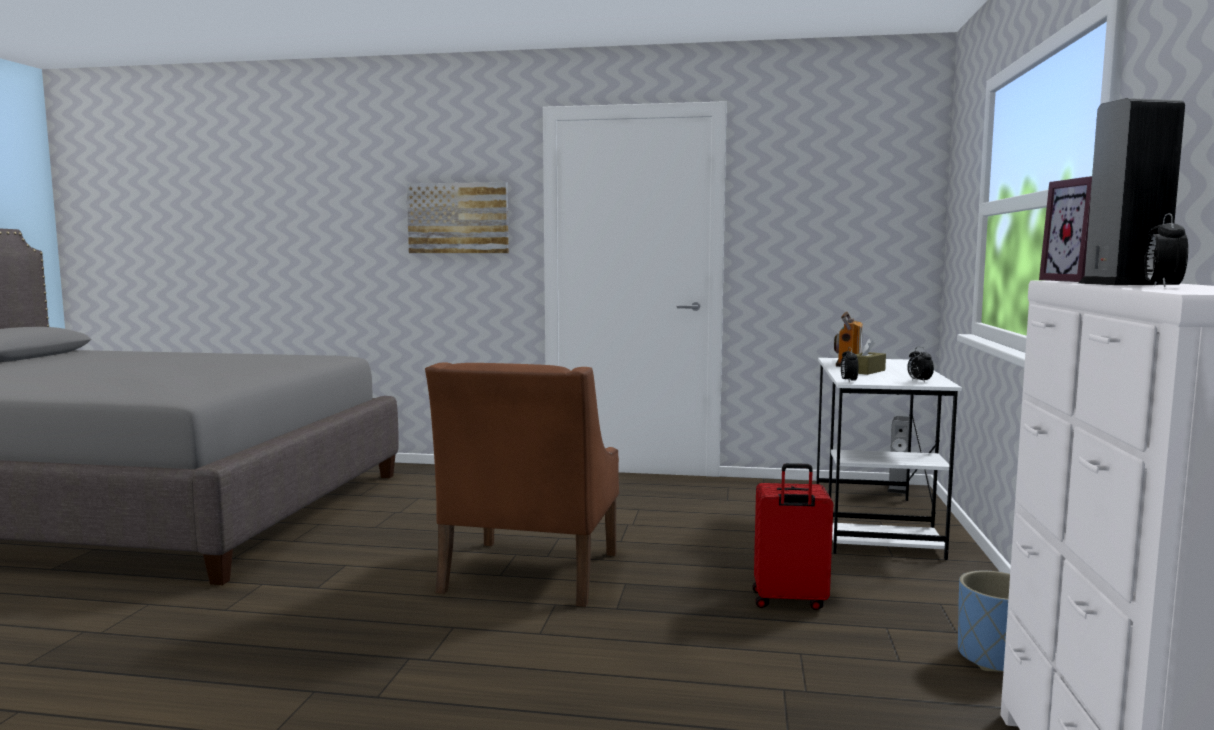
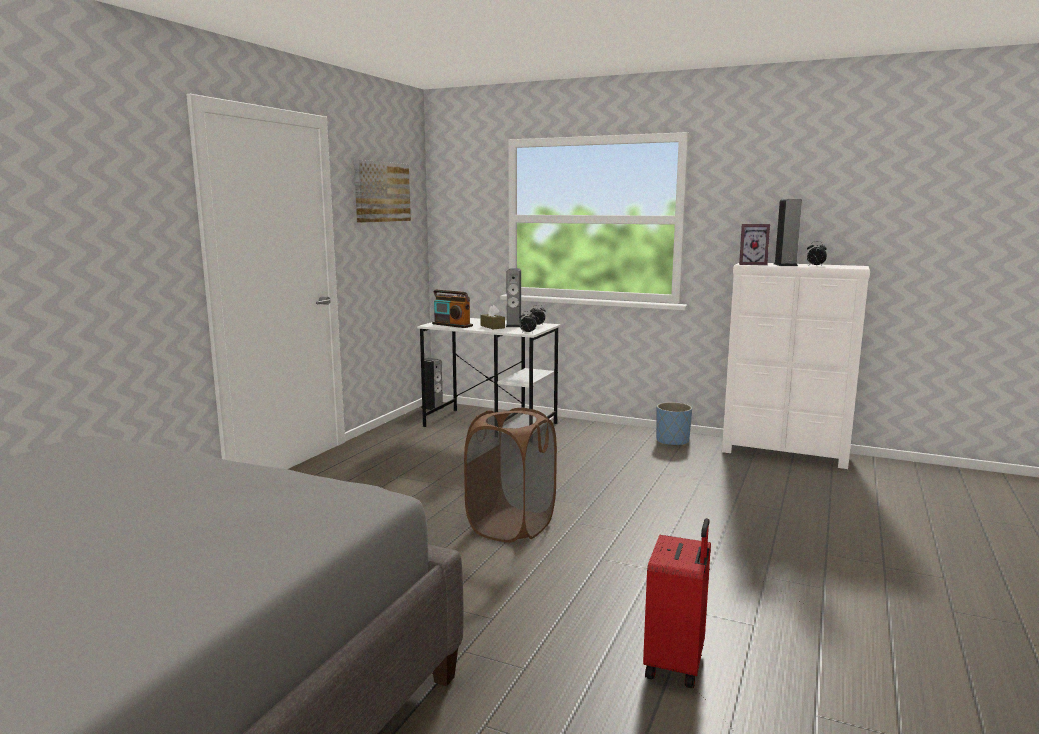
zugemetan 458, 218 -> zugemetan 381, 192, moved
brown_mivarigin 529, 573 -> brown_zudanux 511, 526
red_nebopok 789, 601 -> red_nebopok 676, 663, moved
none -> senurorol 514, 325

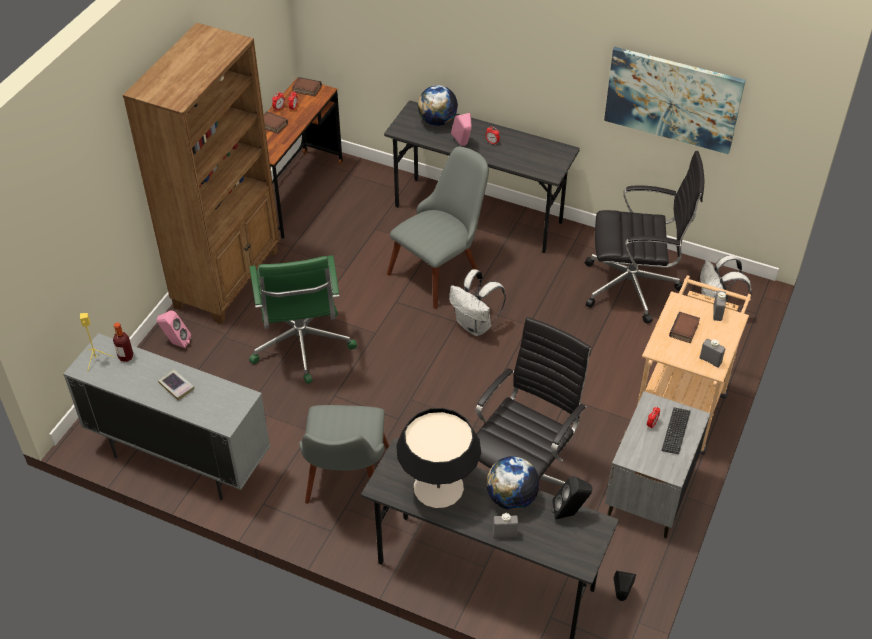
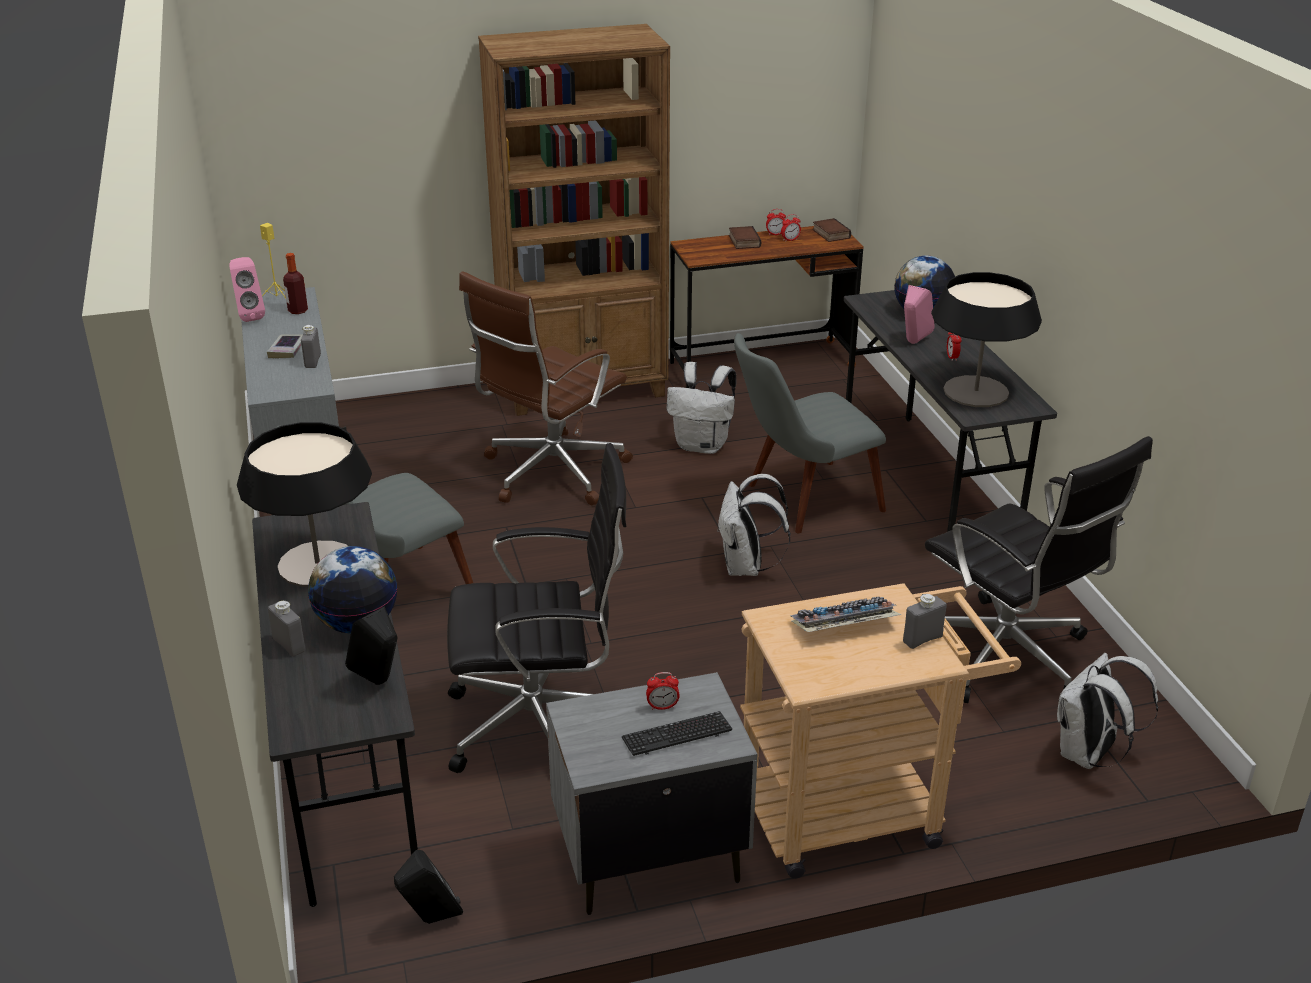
zugemetan 672, 99 -> none
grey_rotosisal 441, 268 -> grey_rotosisal 800, 501, 150 degrees clockwise
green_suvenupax 301, 346 -> brown_suvenupax 550, 473
pink_senurorol 176, 343 -> pink_senurorol 249, 316, moved
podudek 685, 330 -> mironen 843, 626
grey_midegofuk 710, 360 -> grey_midegofuk 313, 361, moved
none -> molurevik 975, 391
none -> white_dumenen 703, 445

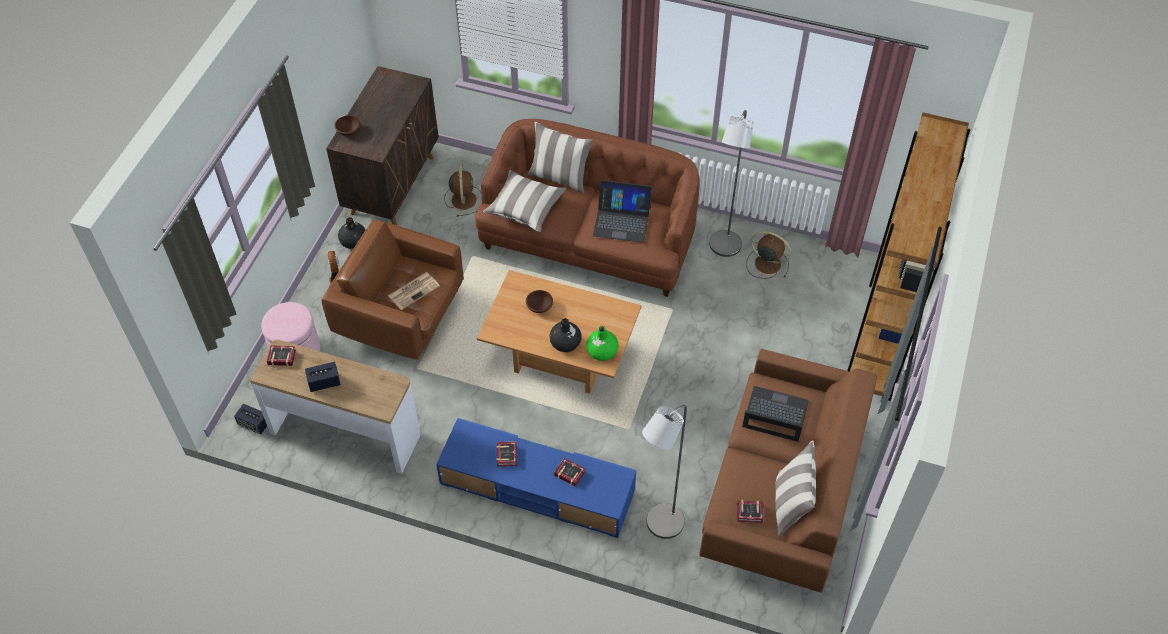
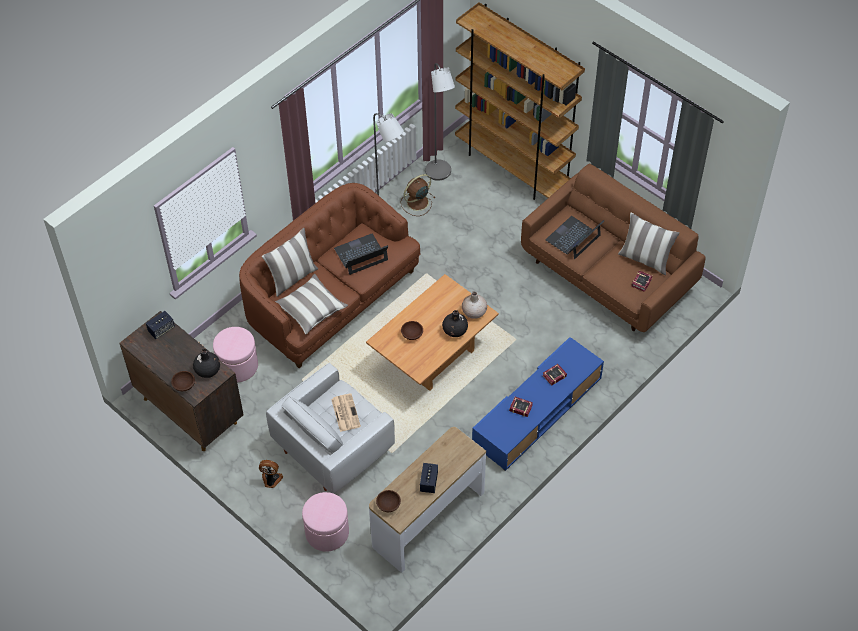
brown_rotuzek 464, 199 -> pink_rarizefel 238, 366
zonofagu 622, 221 -> zonofagu 361, 255, 150 degrees counterclockwise
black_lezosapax 354, 242 -> black_lezosapax 208, 370, moved
brown_mivarigin 402, 316 -> white_mivarigin 334, 447
green_lezosapax 601, 352 -> beige_lezosapax 474, 312
podudek 280, 356 -> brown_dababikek 388, 505
senurorol 254, 424 -> senurorol 161, 330, moved
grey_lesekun 659, 526 -> grey_lesekun 440, 174, moved

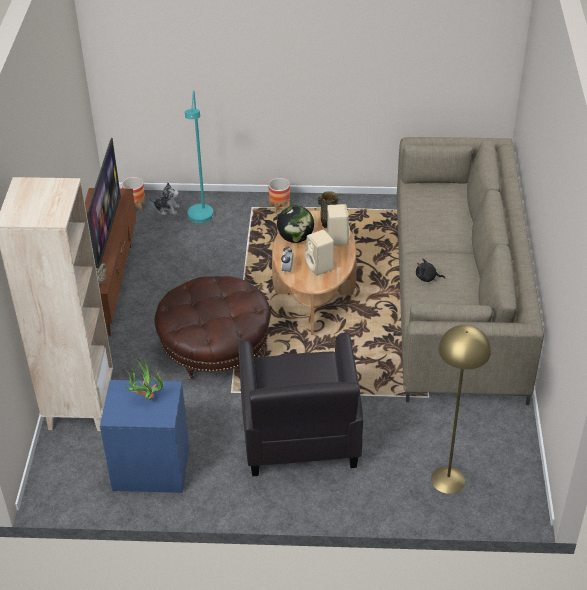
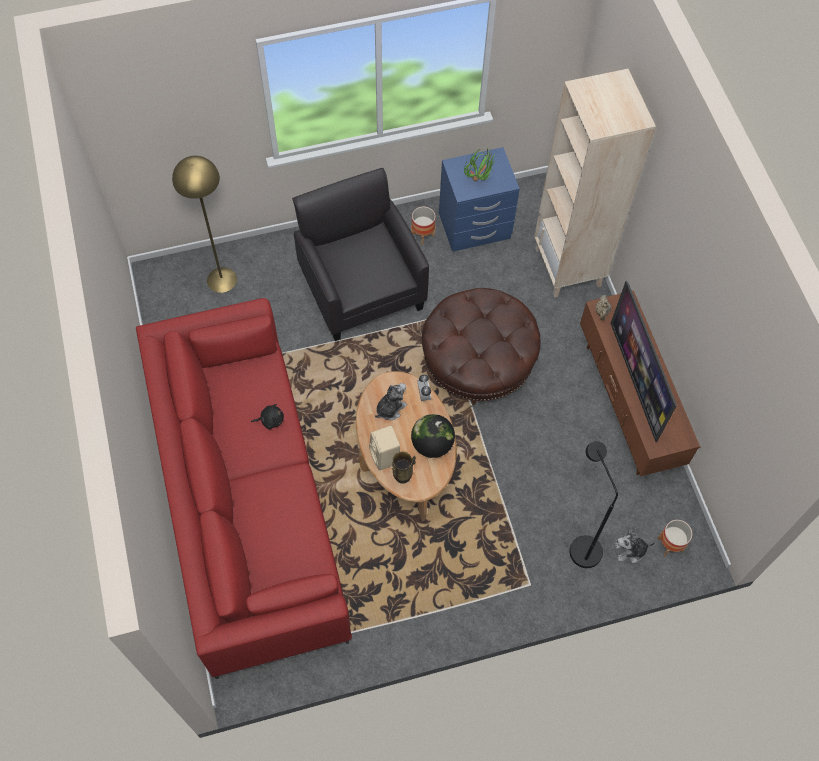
turquoise_lesekun 201, 220 -> black_lesekun 580, 544
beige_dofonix 457, 296 -> red_dofonix 248, 501
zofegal 279, 207 -> zofegal 422, 235, moved
beige_senurorol 320, 267 -> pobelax 390, 408

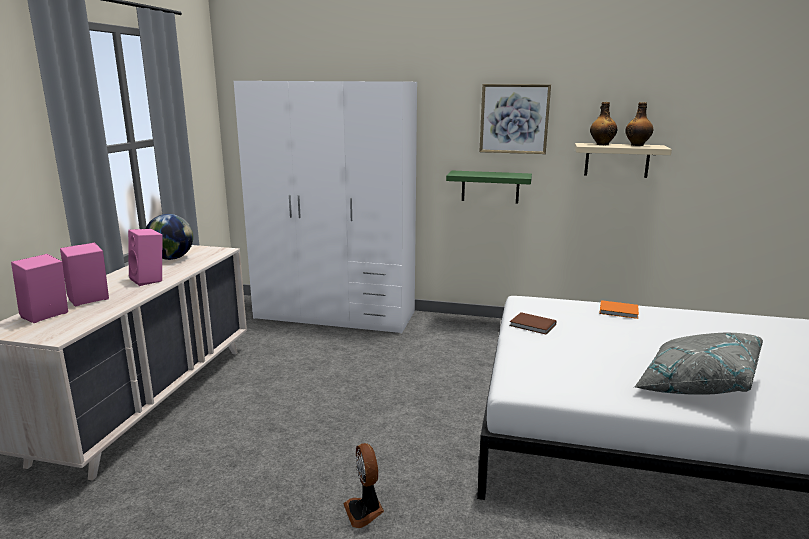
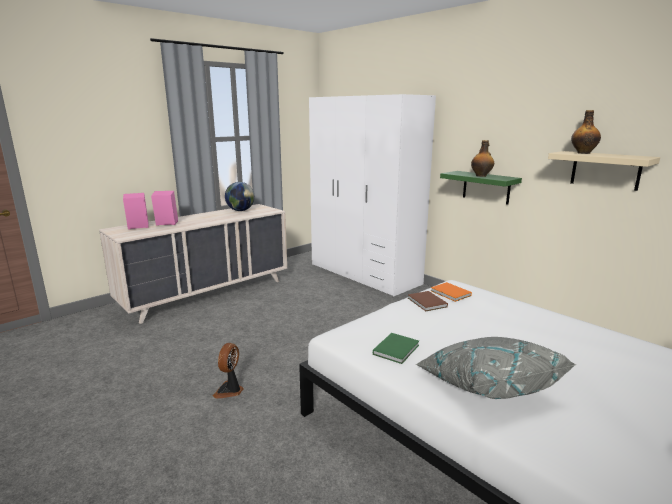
zugemetan 514, 119 -> none
midegofuk 637, 145 -> midegofuk 481, 176, moved
pink_senurorol 150, 280 -> none
orange_podudek 619, 311 -> orange_podudek 451, 293, moved
none -> green_podudek 397, 349

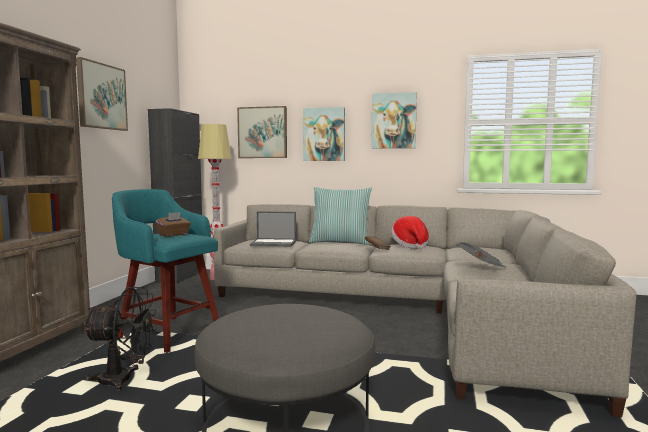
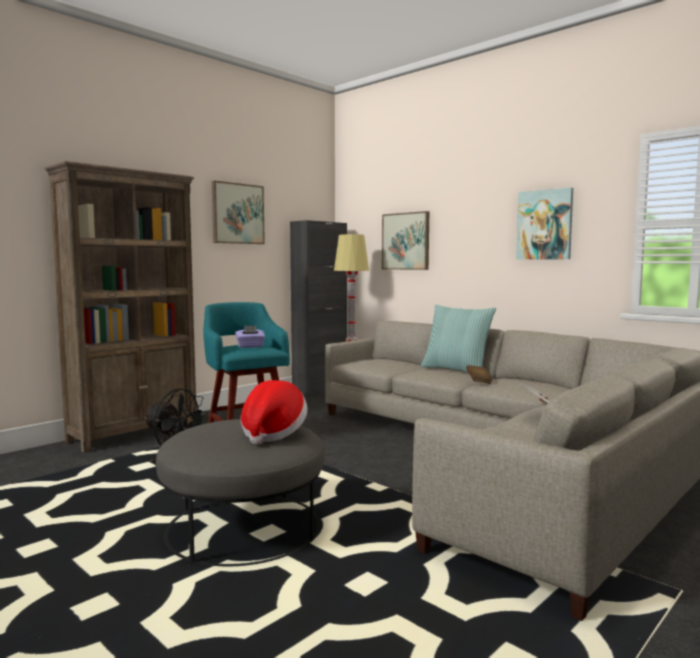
zugemetan 324, 134 -> none
zonofagu 274, 243 -> none
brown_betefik 174, 235 -> purple_betefik 250, 346
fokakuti 410, 246 -> fokakuti 272, 433, moved

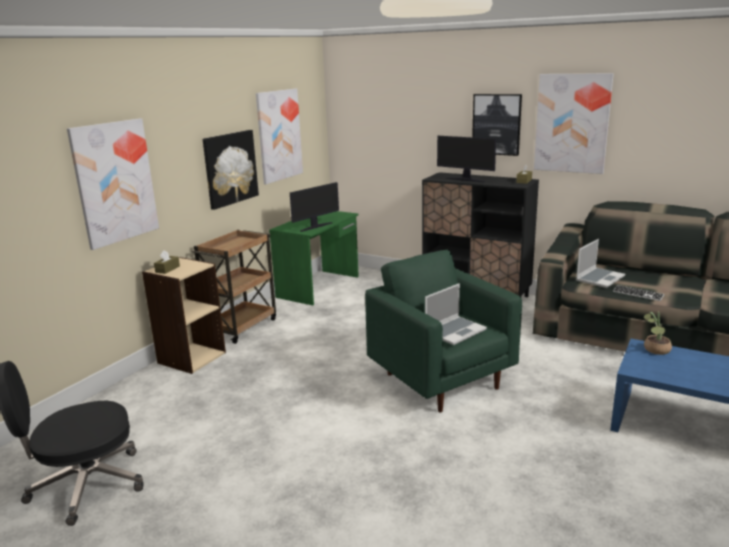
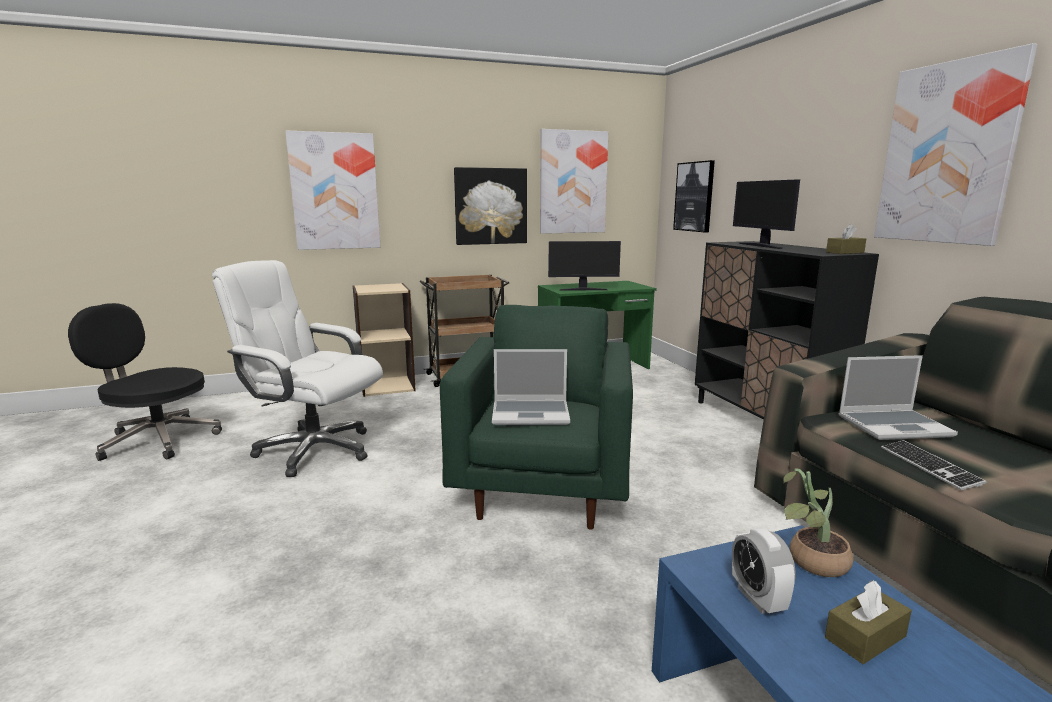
zugemetan 496, 124 -> zugemetan 694, 196, moved
brown_betefik 167, 269 -> brown_betefik 865, 637, moved
none -> white_suvenupax 314, 450
none -> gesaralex 758, 598

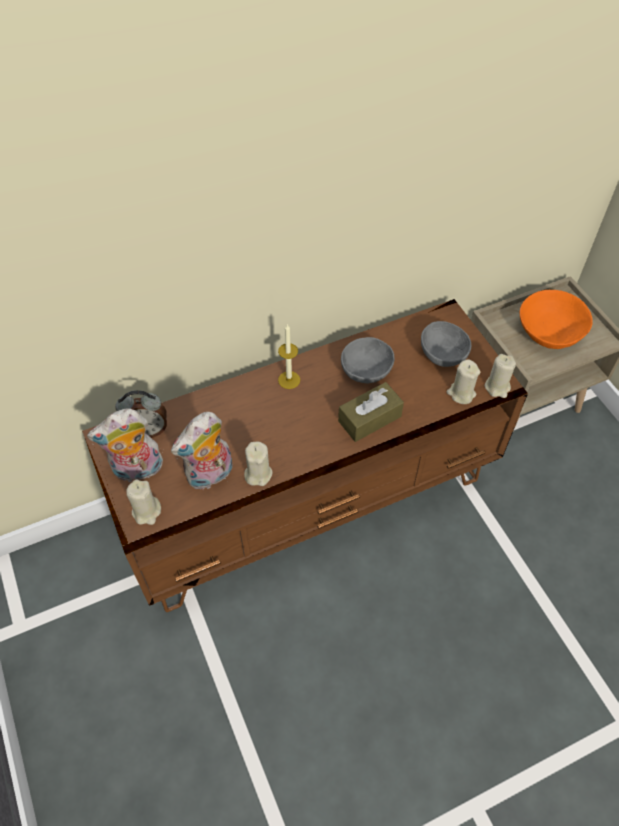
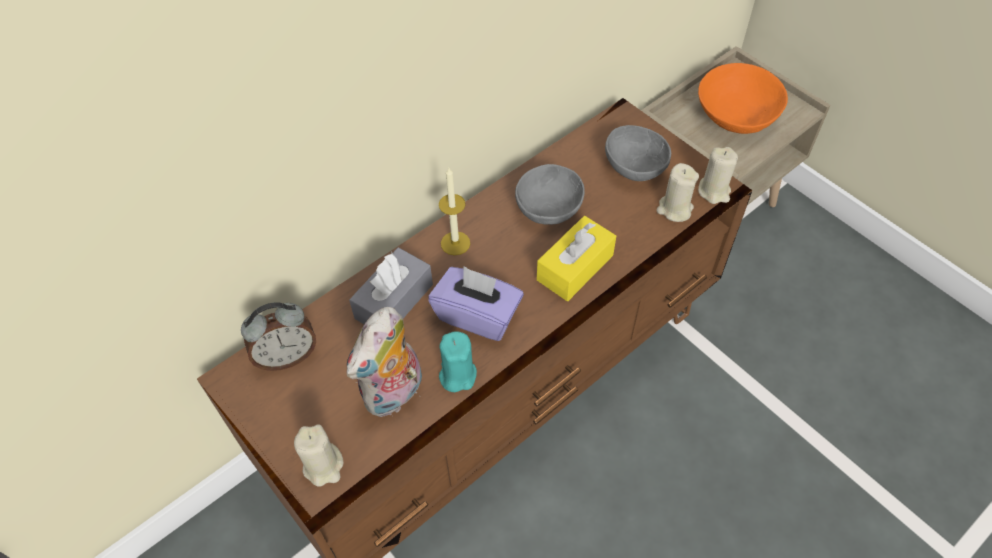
brown_betefik 369, 419 -> yellow_betefik 575, 267
pobelax 137, 470 -> none
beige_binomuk 258, 474 -> turquoise_binomuk 457, 375
none -> grey_betefik 394, 301
none -> purple_betefik 478, 315

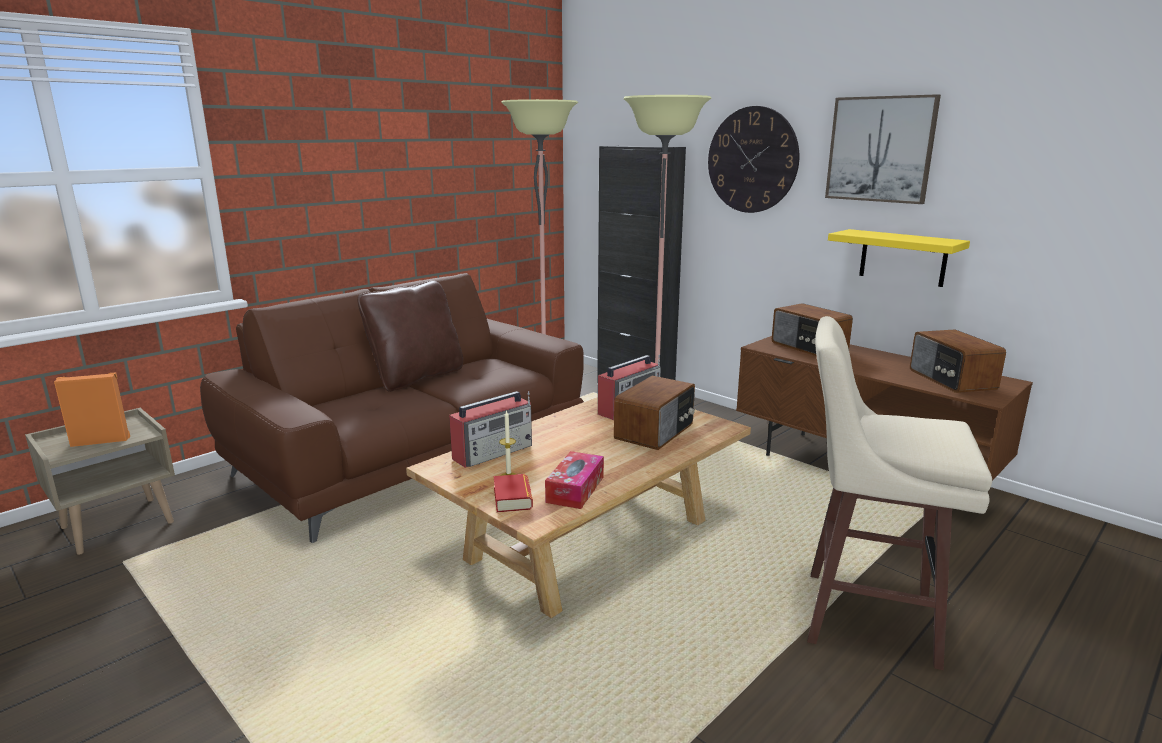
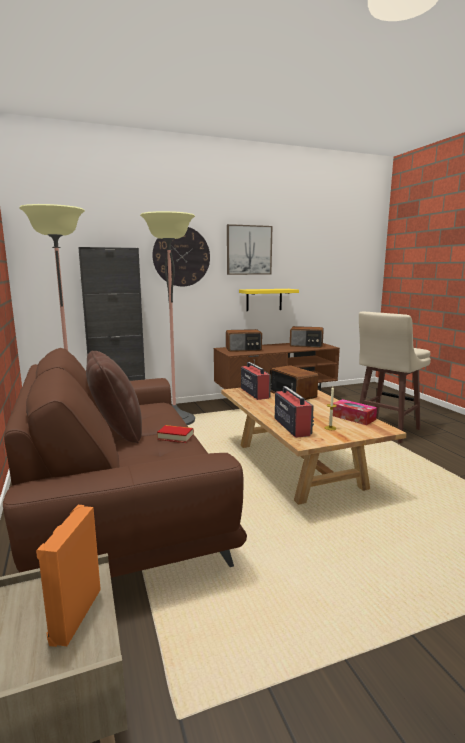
podudek 512, 498 -> podudek 175, 437, moved

